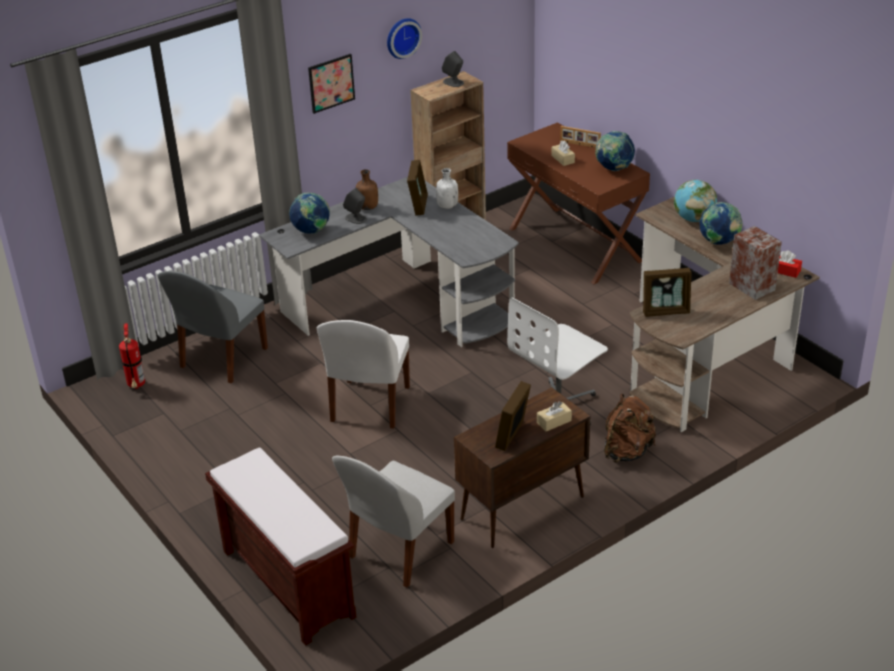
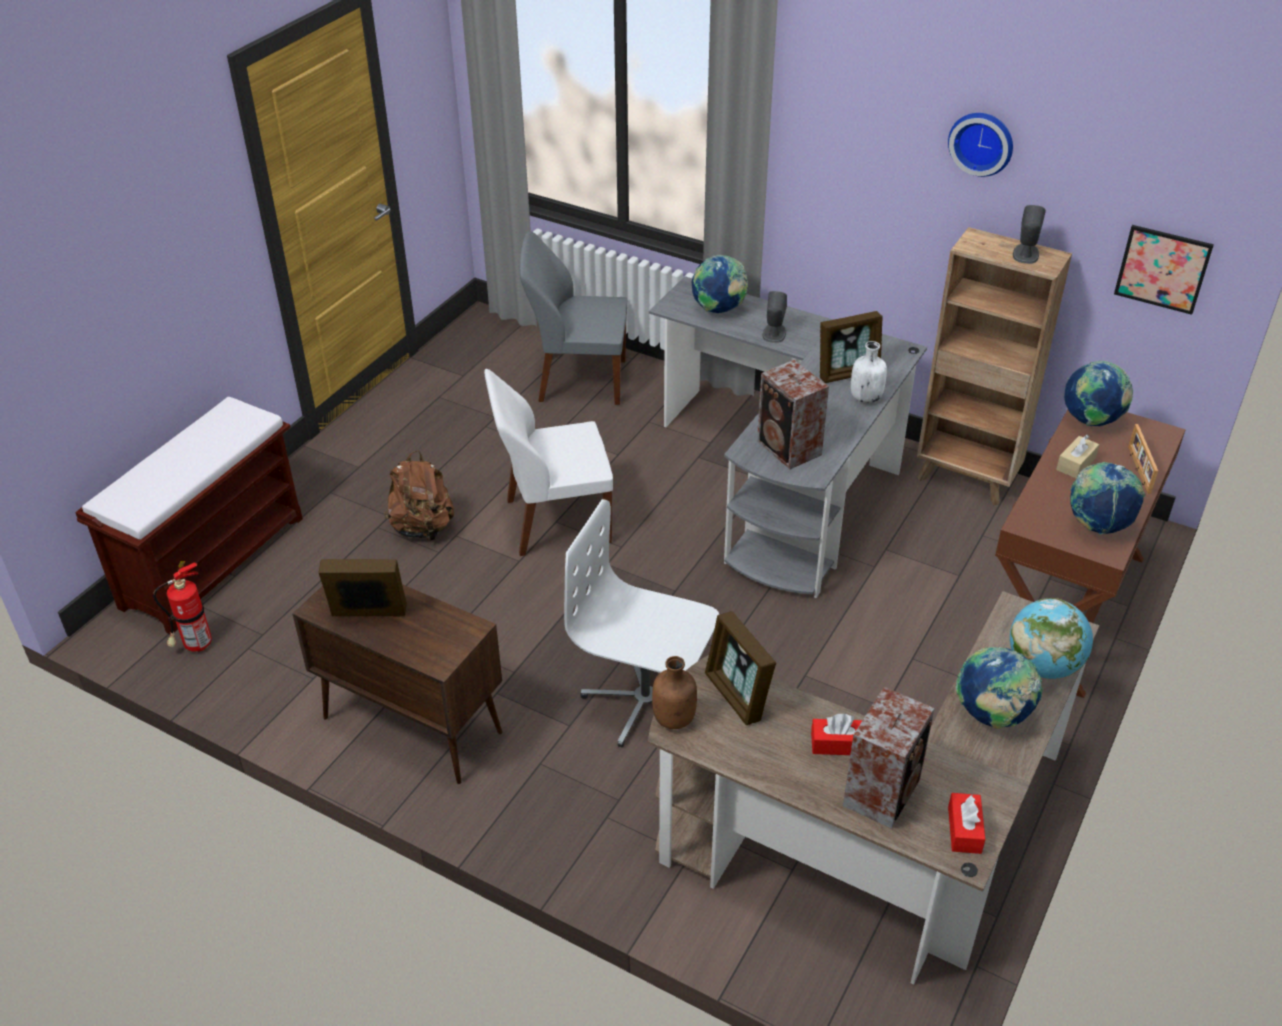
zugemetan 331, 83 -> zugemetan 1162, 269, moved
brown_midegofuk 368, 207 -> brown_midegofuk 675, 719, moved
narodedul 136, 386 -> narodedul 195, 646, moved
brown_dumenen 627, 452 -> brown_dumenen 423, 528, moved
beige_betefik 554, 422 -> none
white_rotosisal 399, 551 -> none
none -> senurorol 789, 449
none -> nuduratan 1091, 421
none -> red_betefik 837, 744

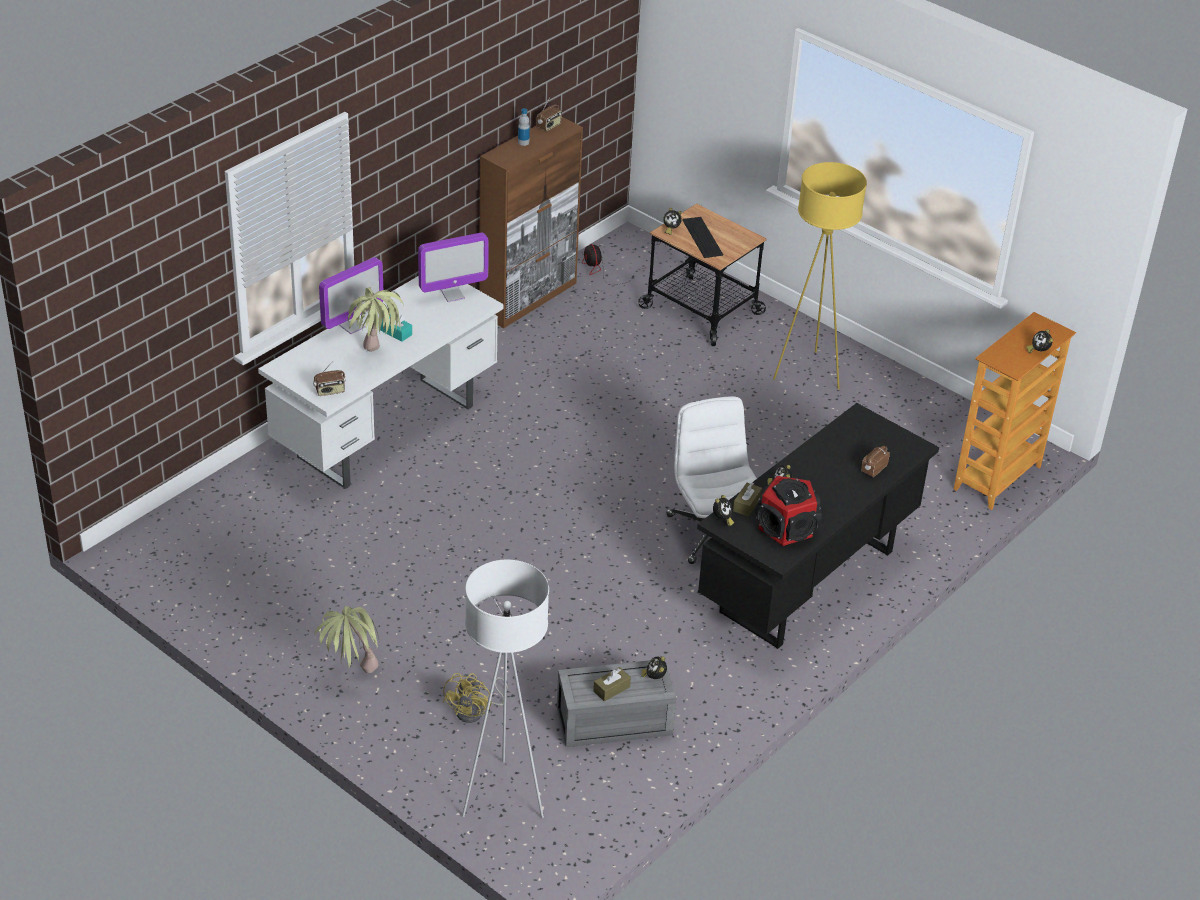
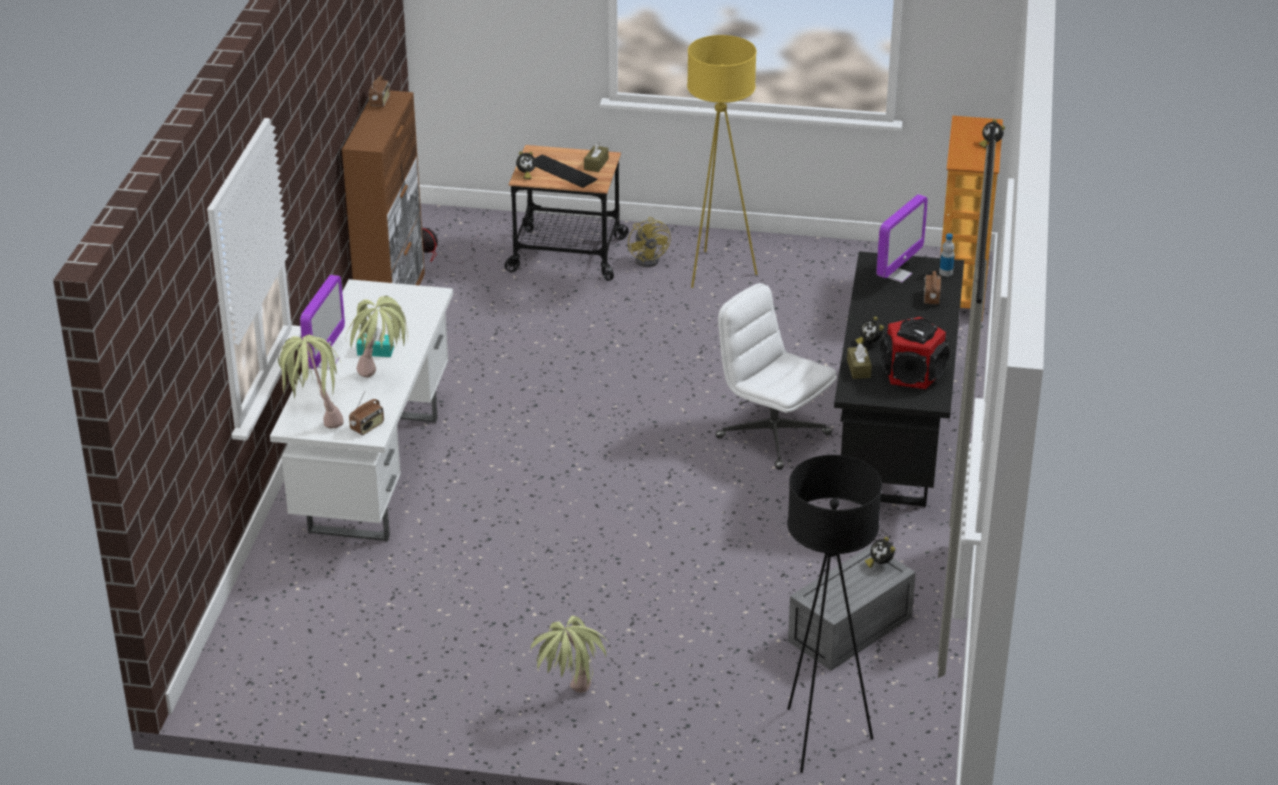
midegofuk 523, 142 -> midegofuk 946, 272, moved
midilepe 453, 295 -> midilepe 897, 275, moved
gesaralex 722, 520 -> none
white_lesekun 503, 796 -> black_lesekun 819, 738
brown_betefik 611, 689 -> brown_betefik 596, 164, moved
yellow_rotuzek 475, 711 -> yellow_rotuzek 650, 259, moved
none -> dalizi 314, 420

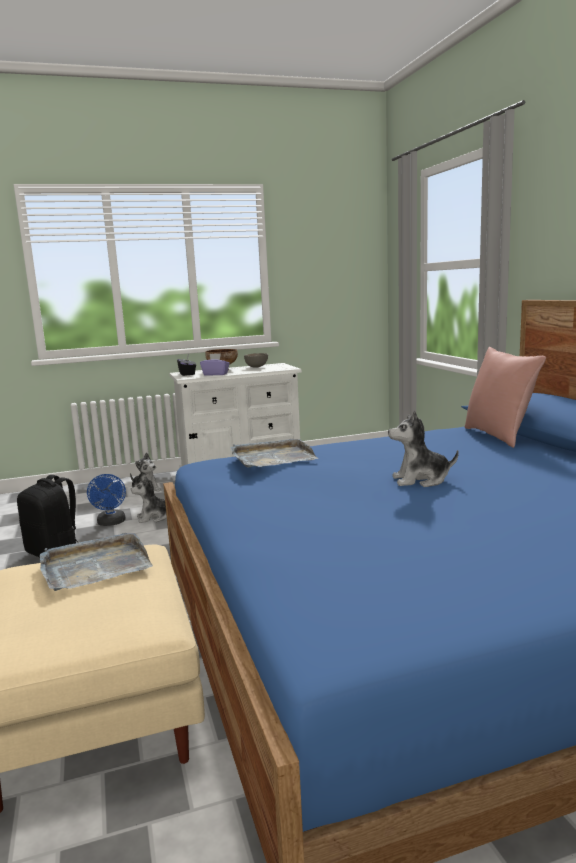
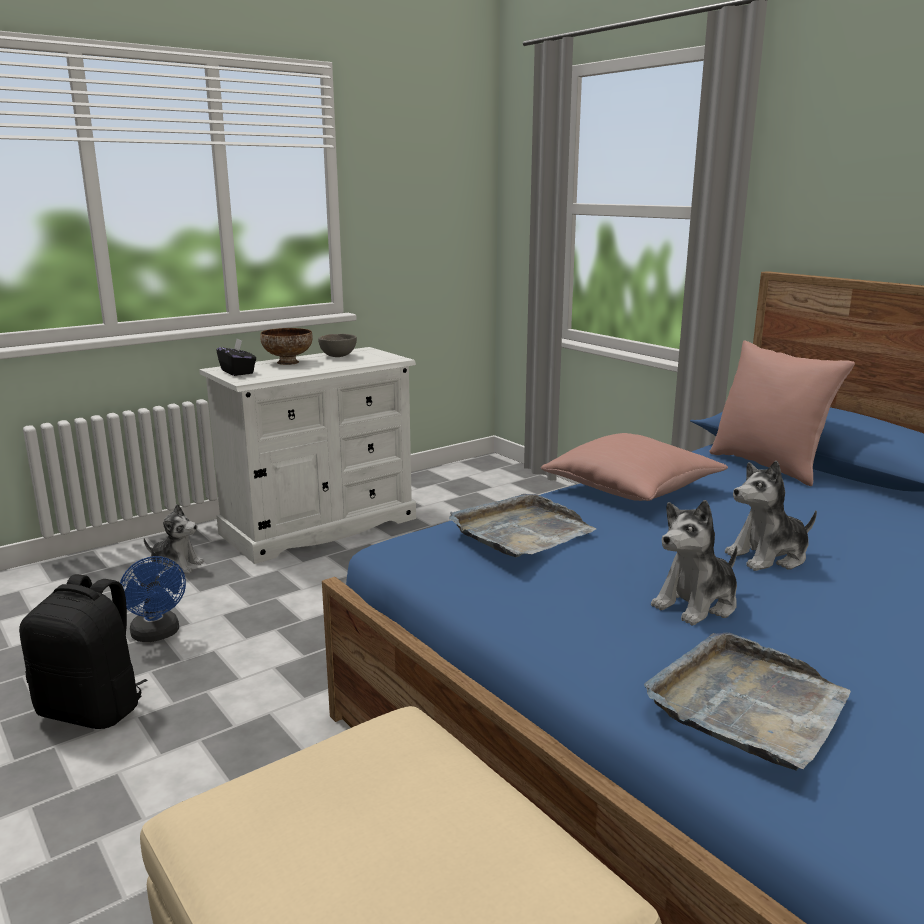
purple_betefik 215, 374 -> none
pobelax 154, 517 -> pobelax 697, 604, moved
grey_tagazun 94, 566 -> grey_tagazun 748, 704, moved
none -> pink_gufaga 632, 489

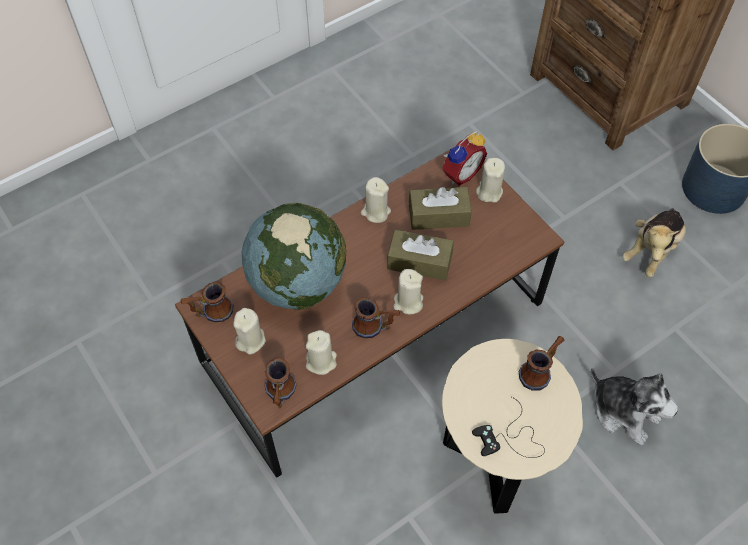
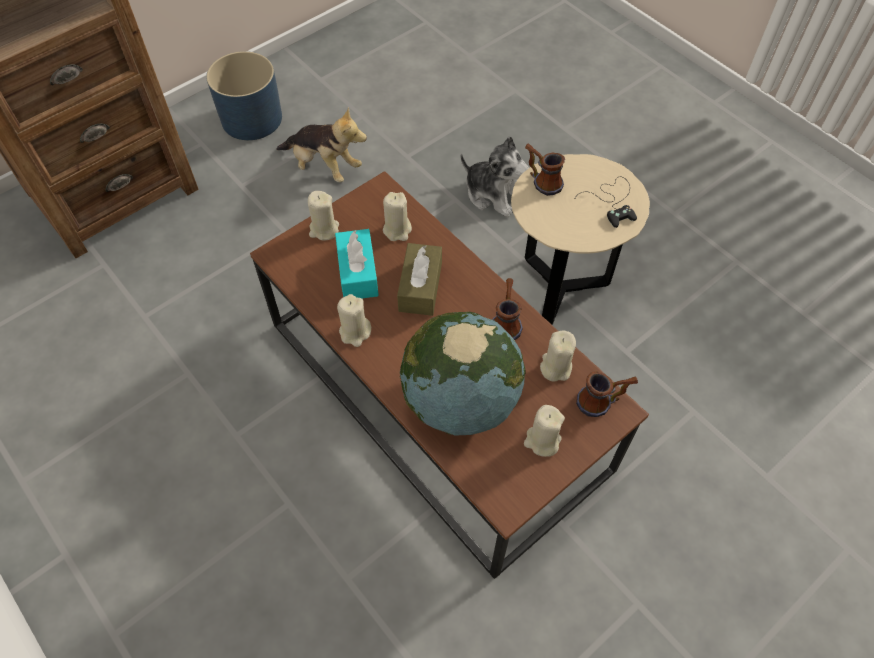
gesaralex 460, 173 -> none
brown_betefik 438, 215 -> turquoise_betefik 357, 272
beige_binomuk 408, 302 -> beige_binomuk 397, 230, moved
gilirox 210, 312 -> none
pobelax 624, 411 -> pobelax 494, 194, 90 degrees clockwise

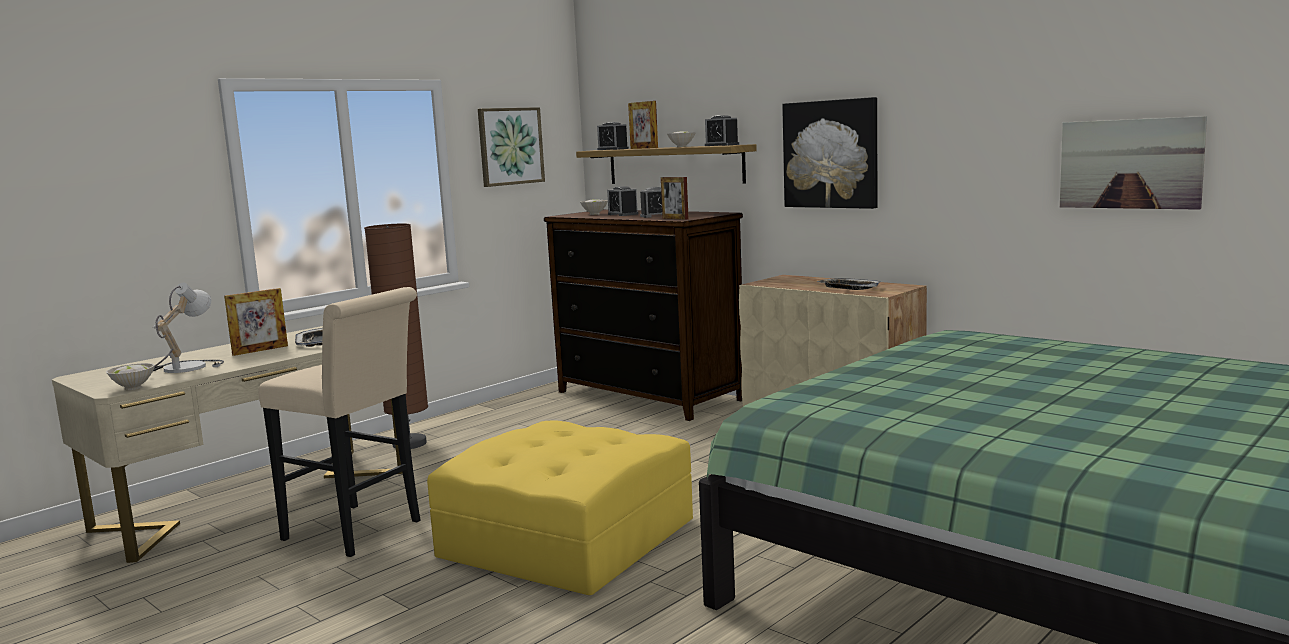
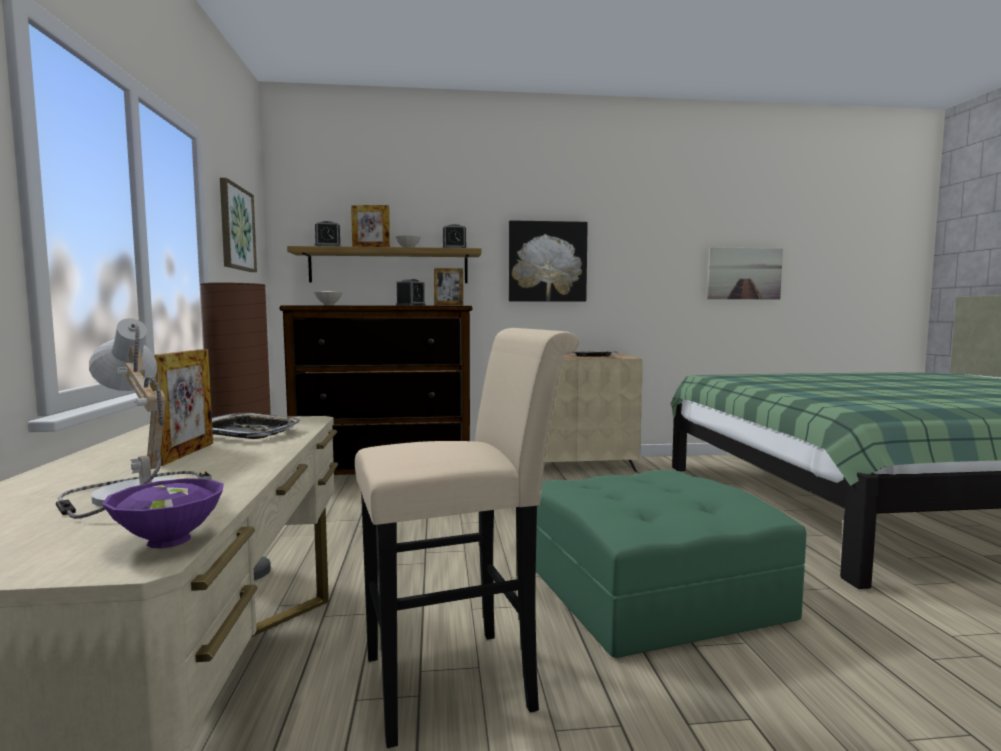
gesaralex 623, 214 -> none
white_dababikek 134, 387 -> purple_dababikek 171, 539
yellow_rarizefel 569, 537 -> green_rarizefel 651, 587

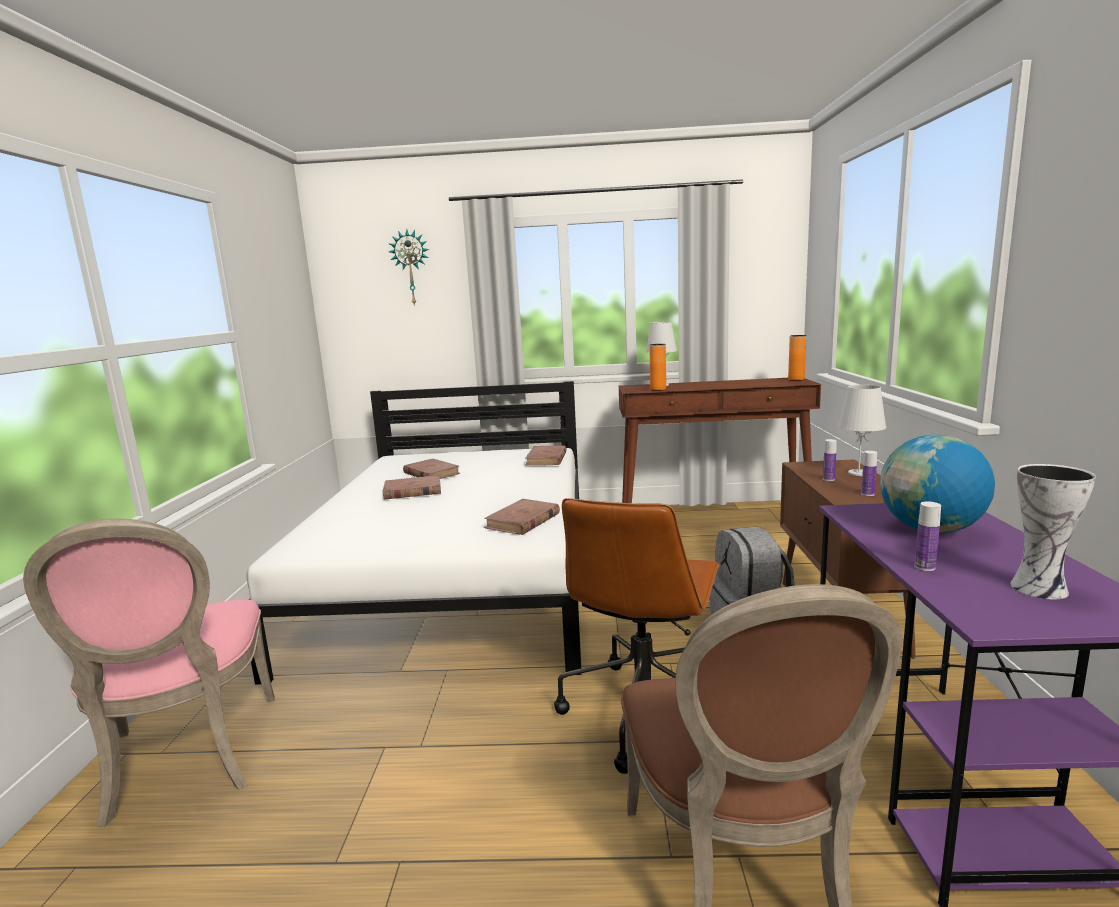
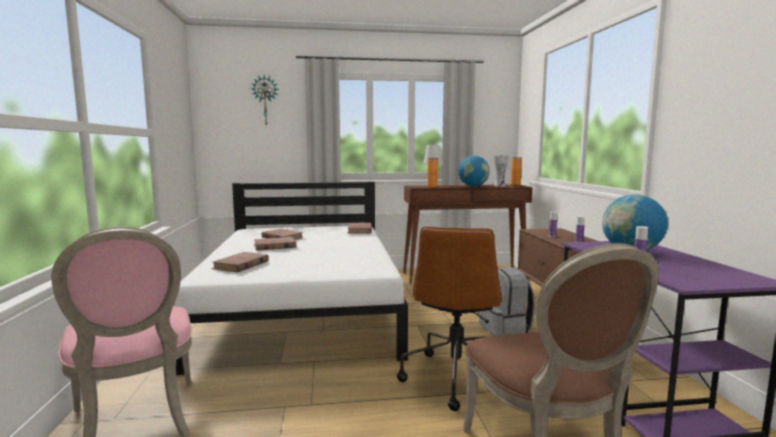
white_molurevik 858, 473 -> none
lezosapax 1040, 588 -> lezosapax 500, 185, moved
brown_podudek 522, 521 -> brown_podudek 241, 265, moved
none -> nuduratan 473, 186

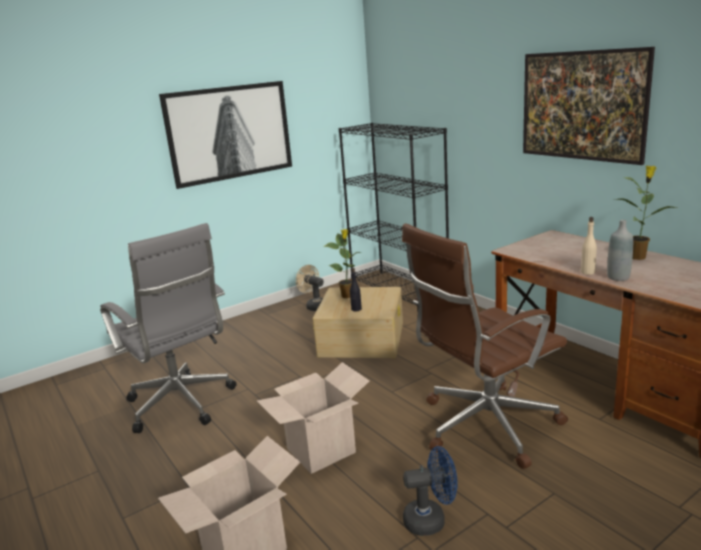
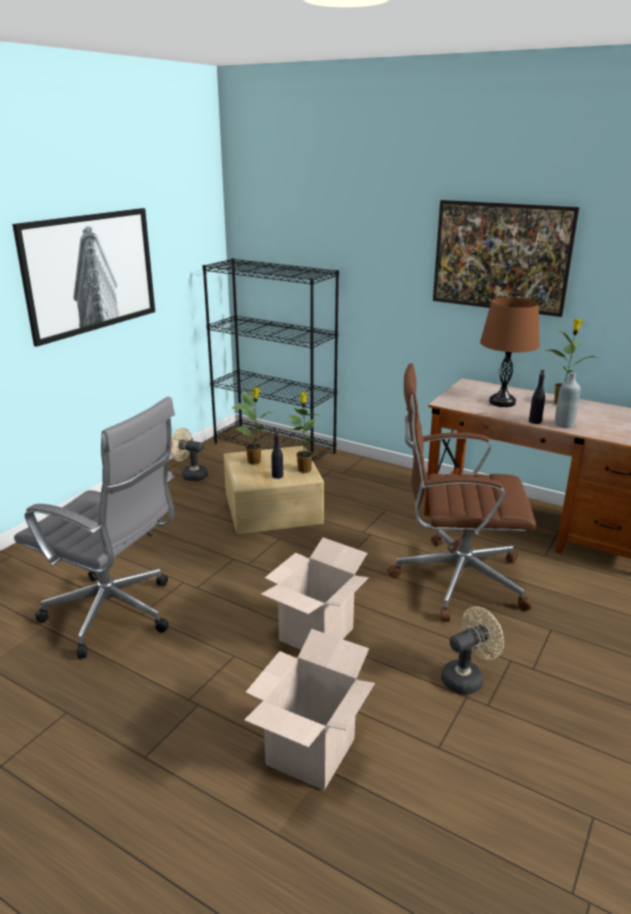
beige_midegofuk 587, 272 -> black_midegofuk 535, 421
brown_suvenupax 484, 426 -> brown_suvenupax 455, 579, 60 degrees clockwise
blue_rotuzek 431, 519 -> beige_rotuzek 467, 677
none -> brown_molurevik 502, 402
none -> dalizi 304, 469

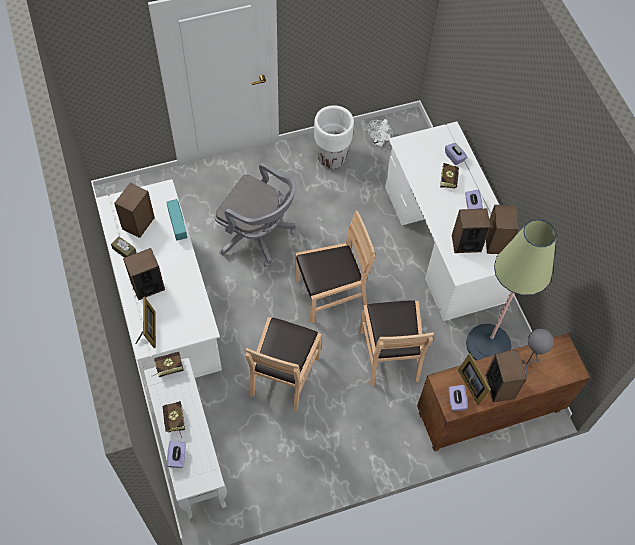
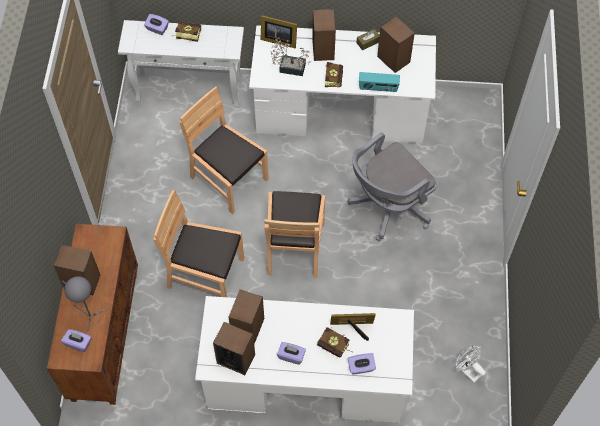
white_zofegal 331, 158 -> none
lesekun 488, 345 -> none
podudek 166, 368 -> podudek 333, 77, moved
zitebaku 472, 383 -> zitebaku 353, 328, moved
purple_betefik 456, 401 -> purple_betefik 78, 343, moved
none -> dalizi 289, 67

